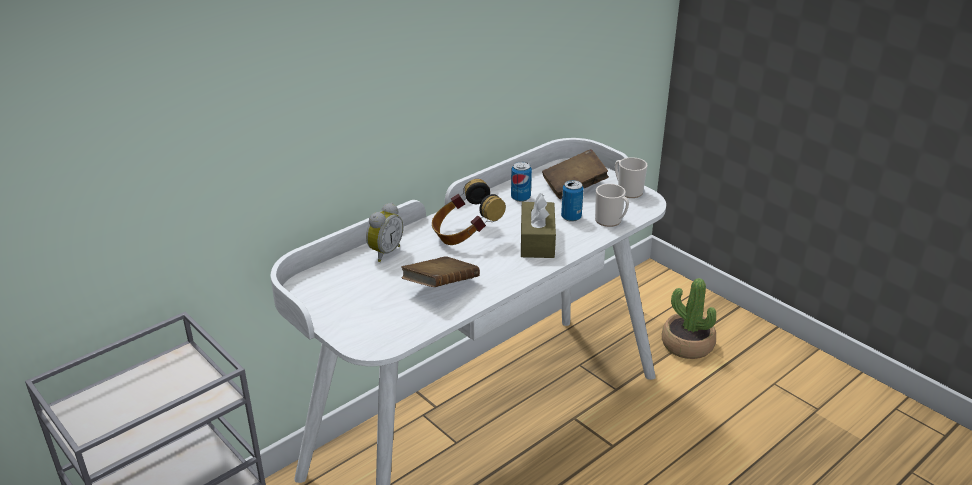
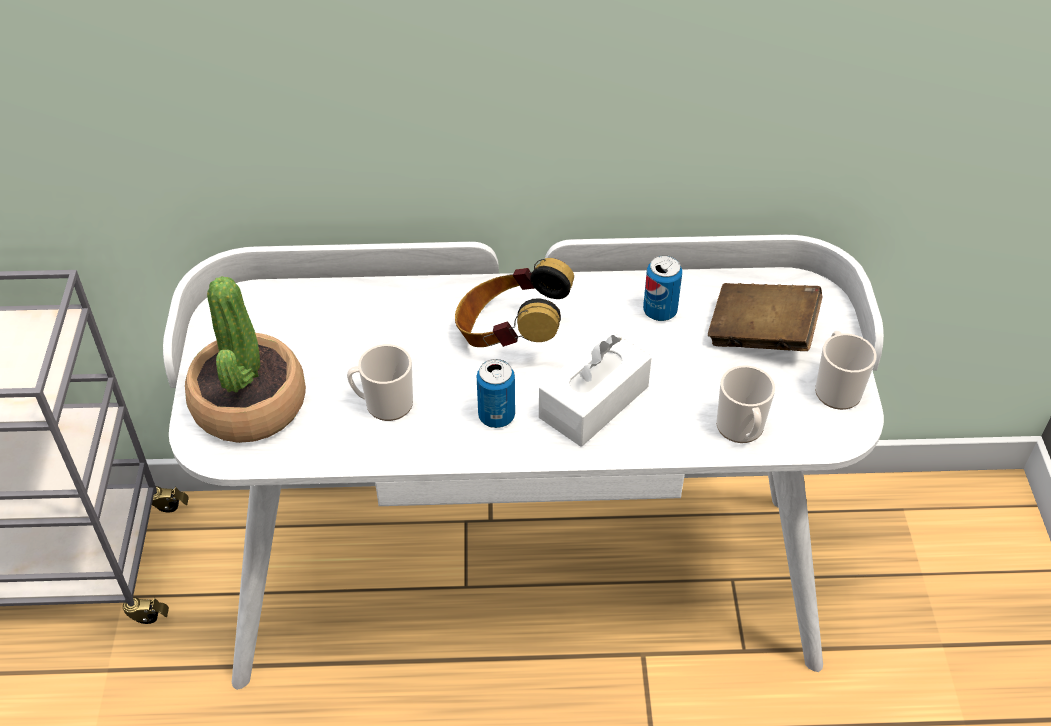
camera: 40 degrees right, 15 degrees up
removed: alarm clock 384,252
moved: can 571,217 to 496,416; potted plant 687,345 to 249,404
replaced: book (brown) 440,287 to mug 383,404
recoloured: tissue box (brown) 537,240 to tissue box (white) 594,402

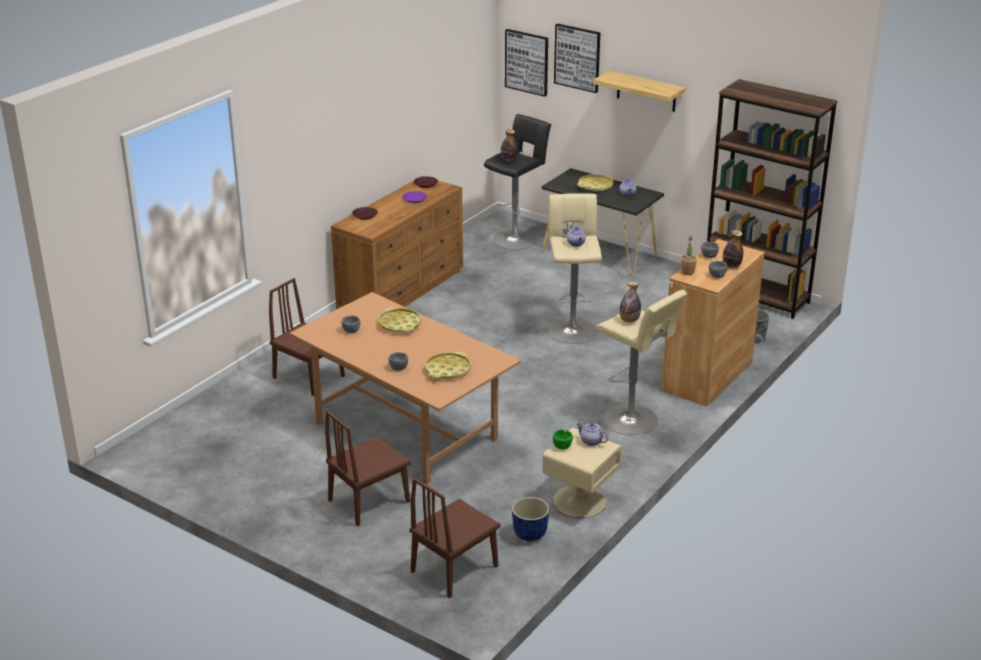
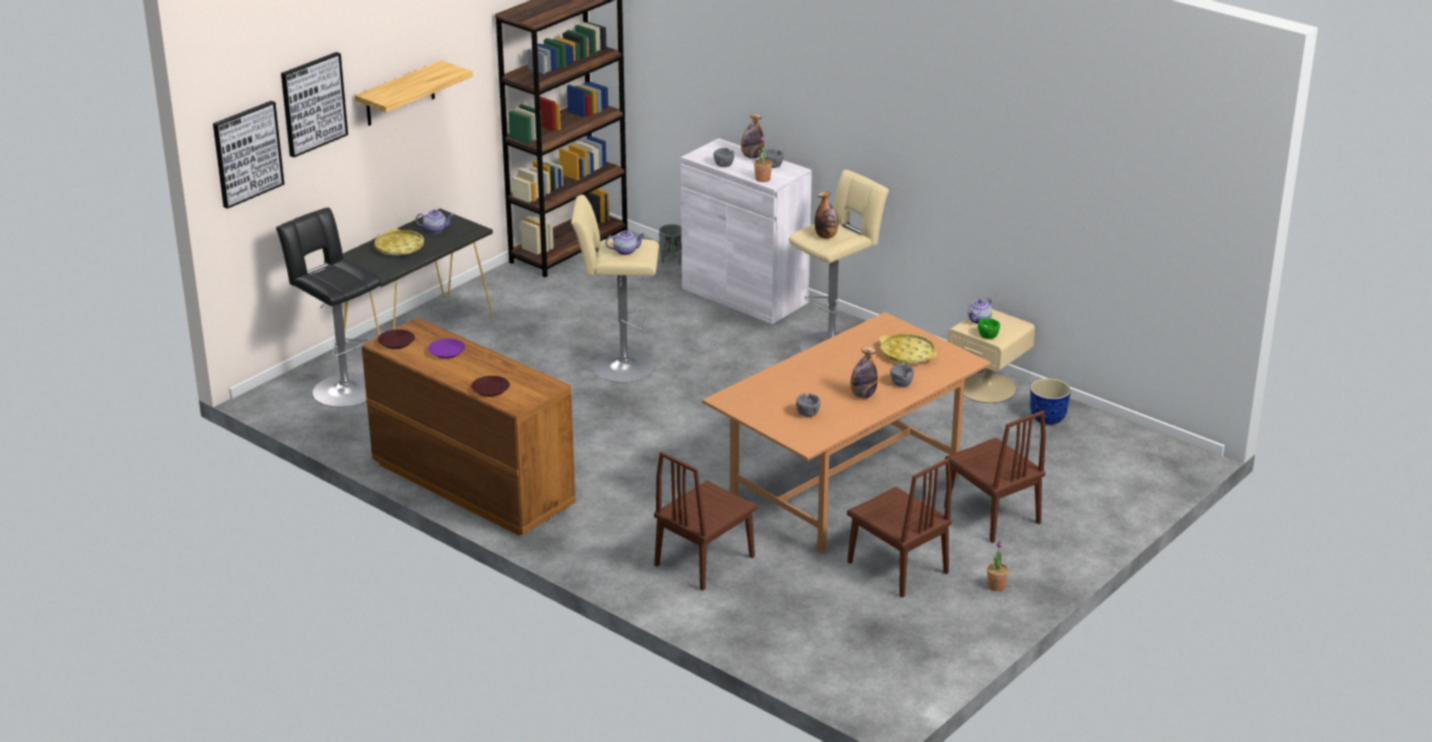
camera: 85 degrees left, 0 degrees up
removed: tray (yellow) 399,324
added: potted plant 996,586
moved: chair (brown) 454,568 to 897,567; bottle 508,160 to 863,395
recoloured: cabinet (brown) 707,376 to cabinet (white) 744,295

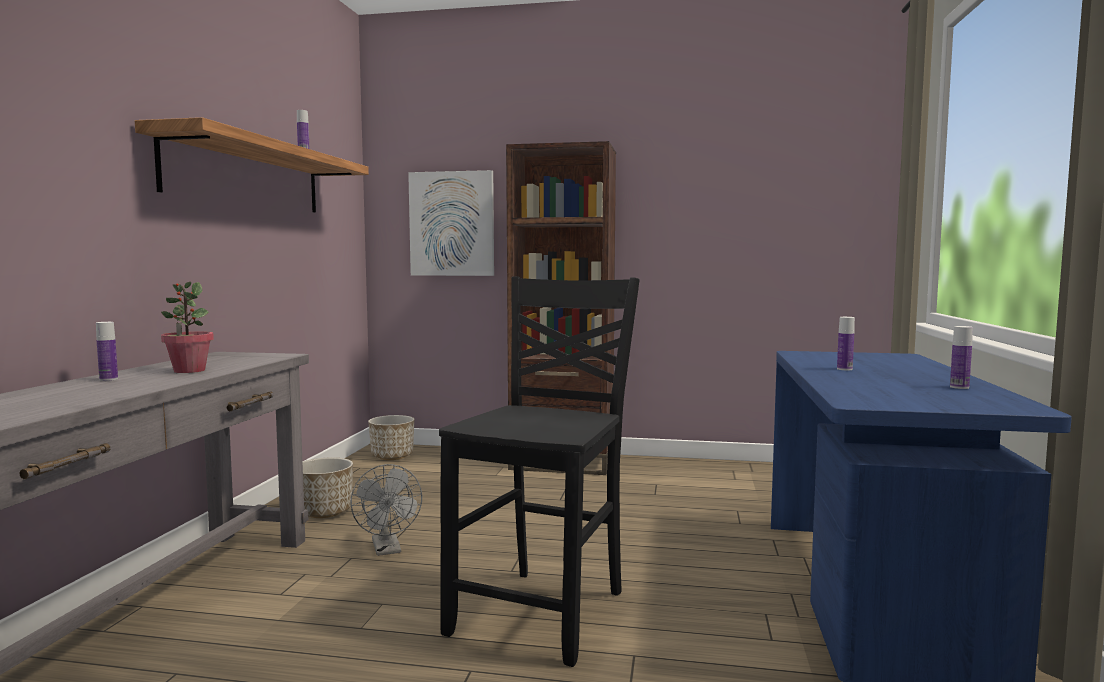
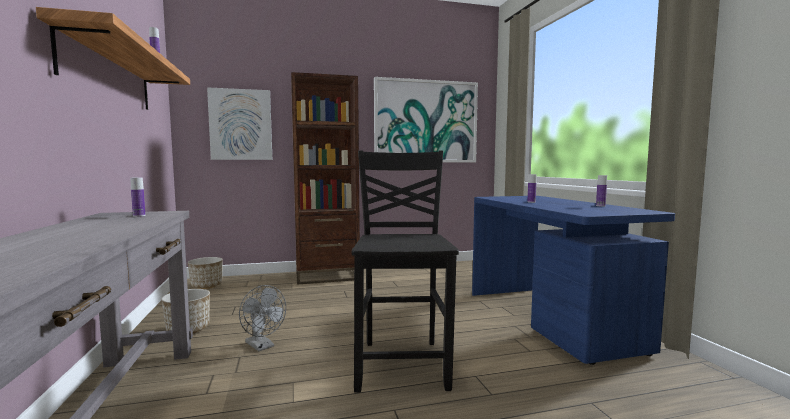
camera: 25 degrees left, 0 degrees up
removed: potted plant 189,370
added: picture 426,122
moved: bottle 108,379 to 139,216

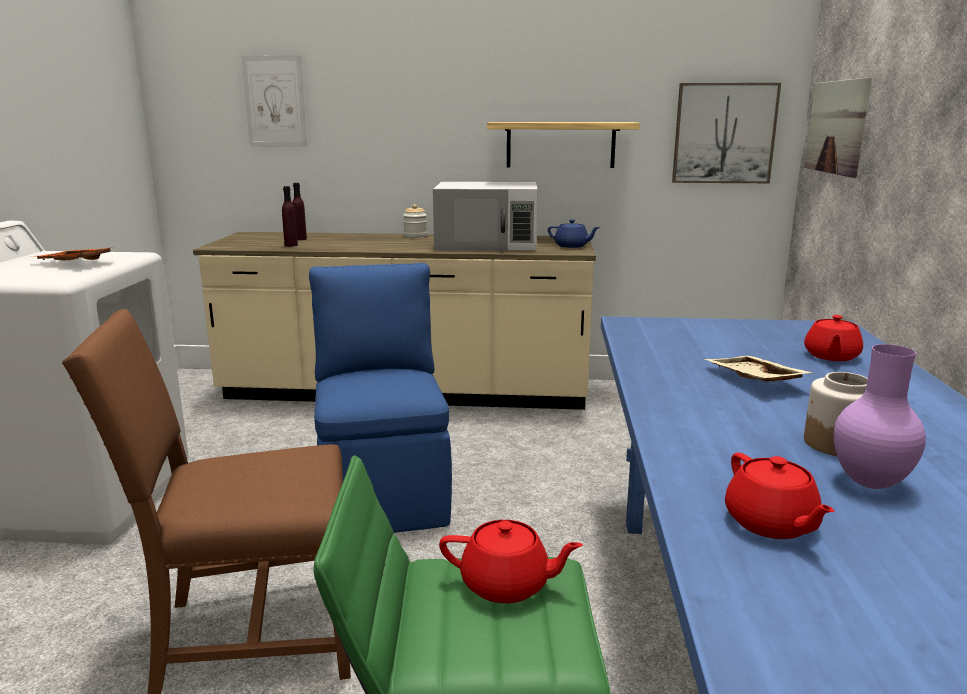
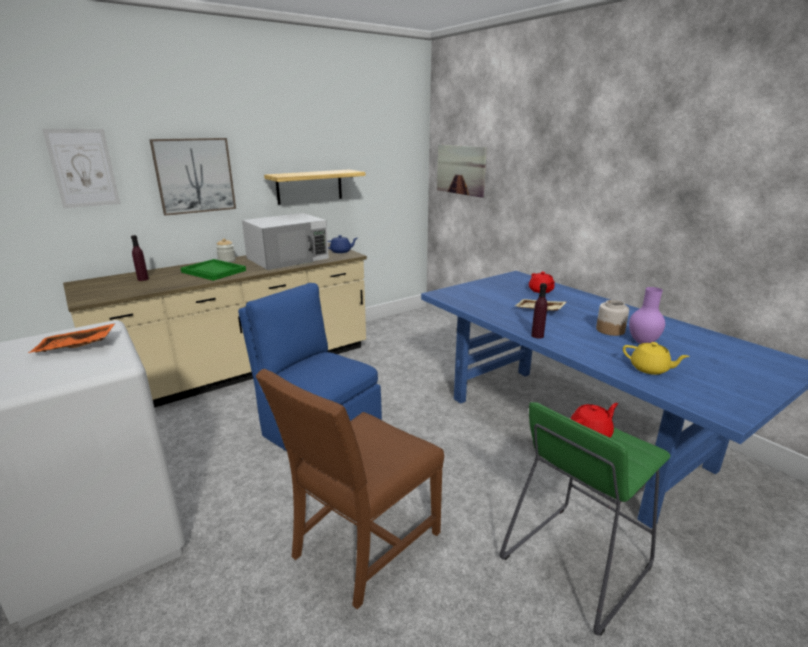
camera: 40 degrees left, 5 degrees up
added: tray (green) 214,271
moved: bottle (purple) 291,245 to 537,335; picture 724,133 to 194,175
recoloured: teapot (red) 771,524 to teapot (yellow) 650,369

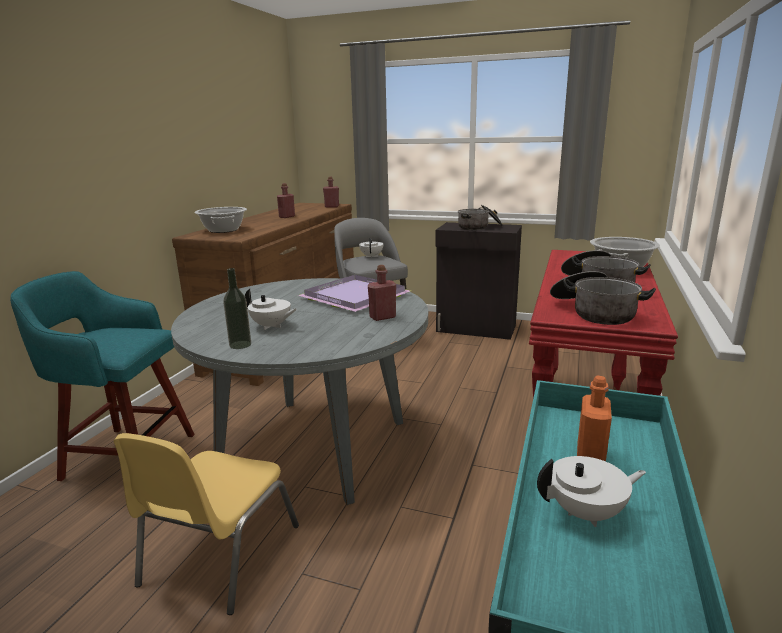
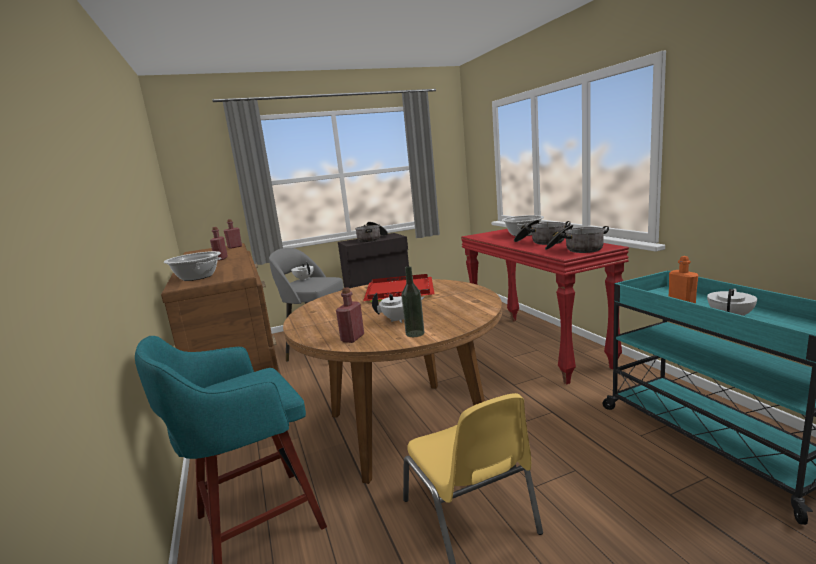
camera: 40 degrees left, 5 degrees down
moved: bottle (red) 382,317 to 352,338
recoloured: dining table (grey) 314,446 to dining table (brown) 406,426; tray (purple) 357,296 to tray (red) 401,290

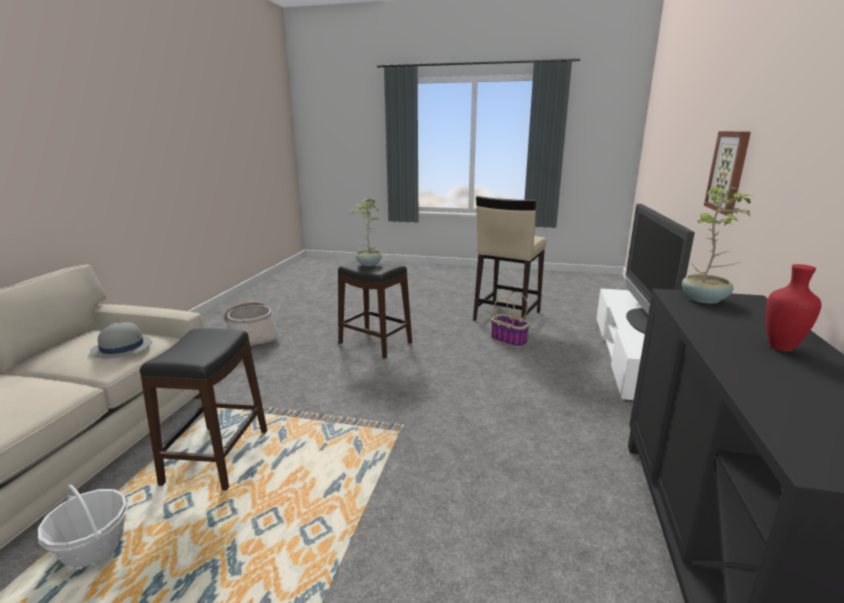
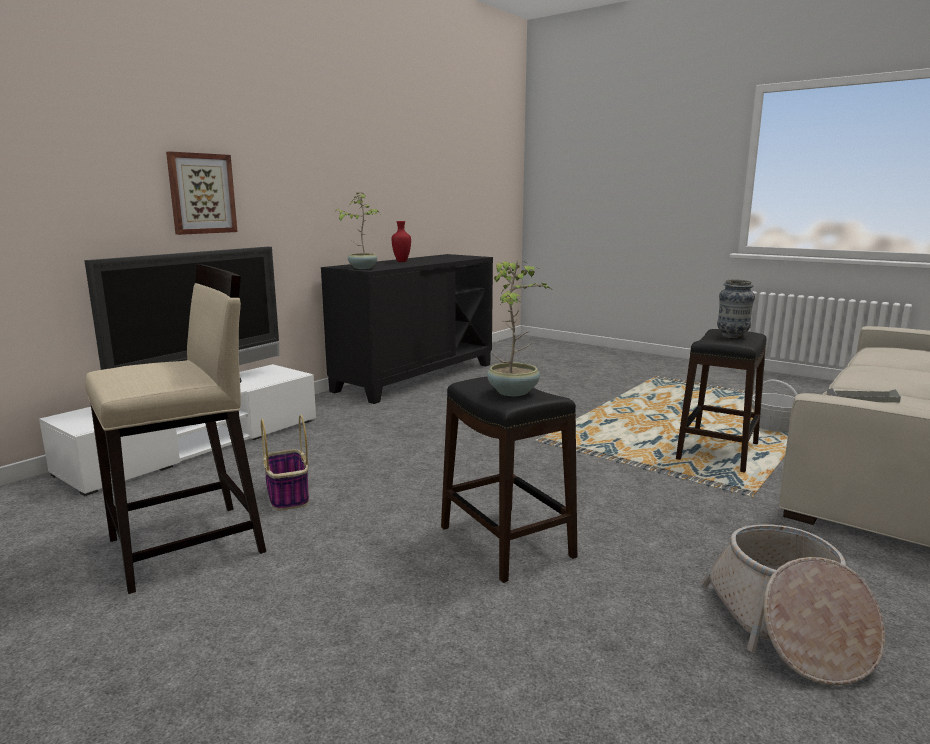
camera: 155 degrees left, 5 degrees down
added: vase 732,336
replaced: hat (grey) 121,348 to tray (grey) 862,399

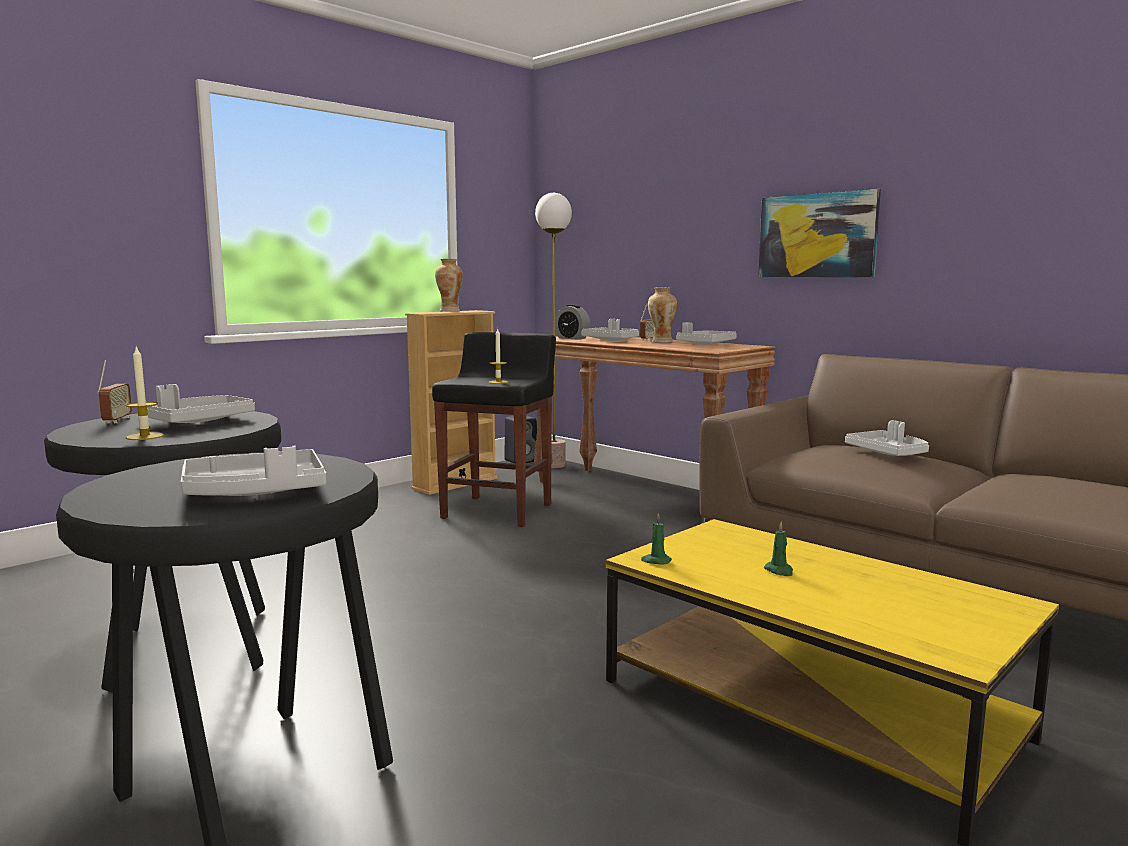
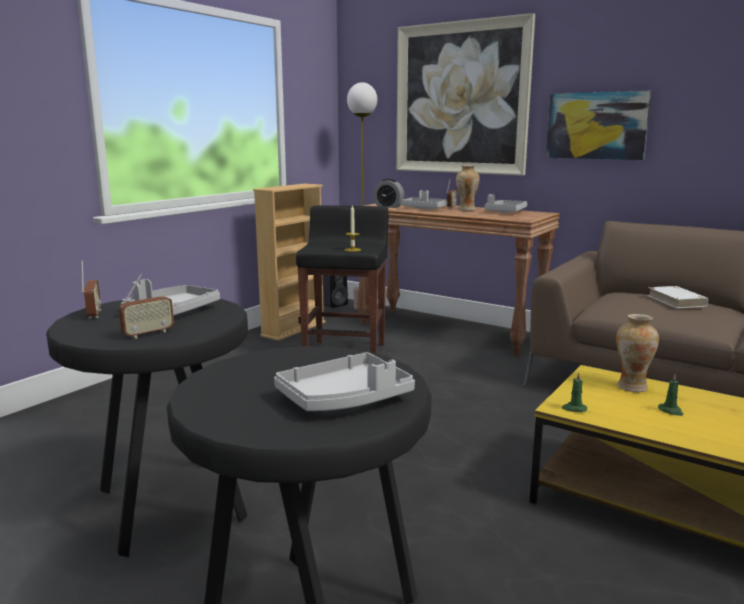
camera: 10 degrees left, 5 degrees up
added: picture 461,99
moved: vase 450,311 to 631,386
replaced: candle 145,436 to radio 148,334; tray (grey) 888,453 to book (white) 676,301

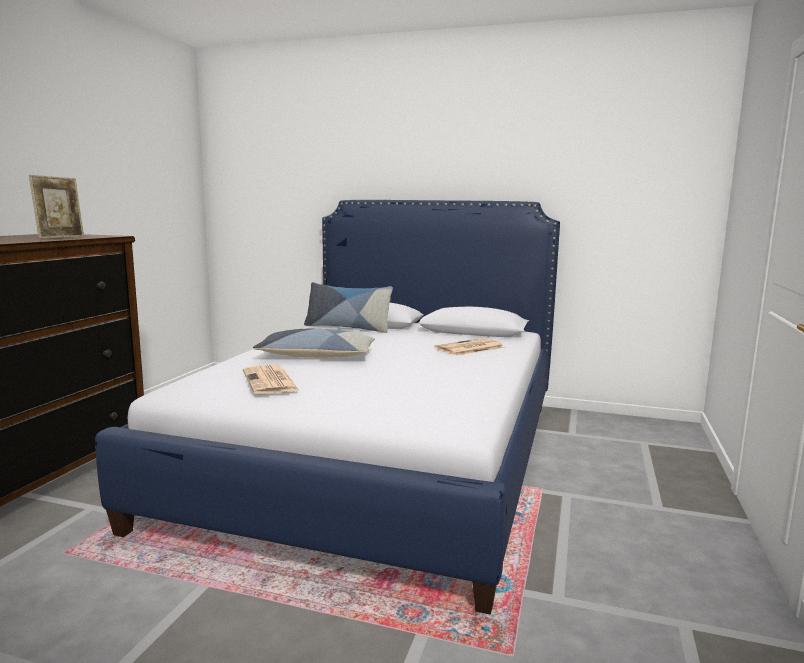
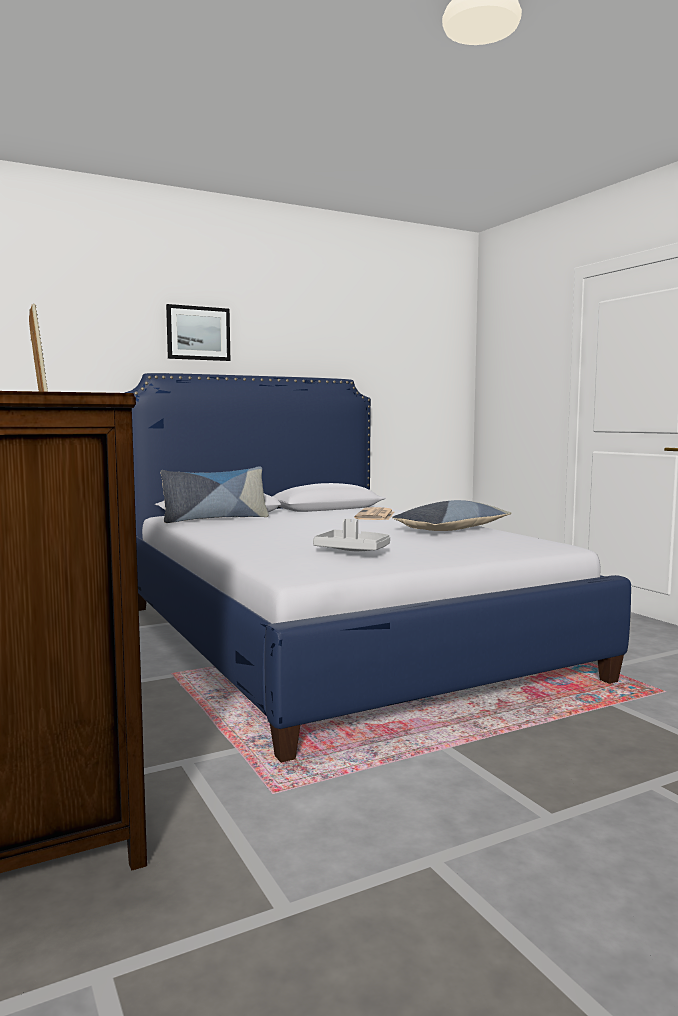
camera: 45 degrees left, 5 degrees down
added: picture 198,333
moved: pillow 316,356 to 452,529
replaced: newspaper 270,381 to tray (grey) 353,550

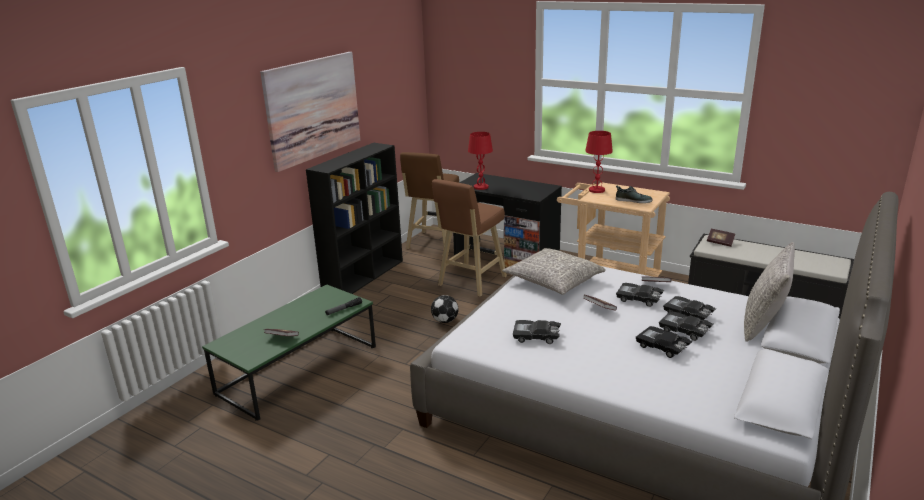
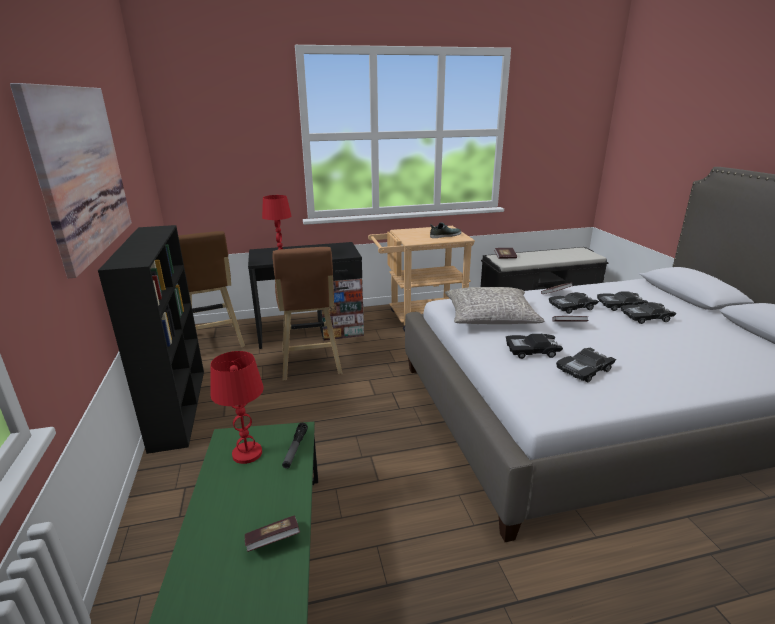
camera: 45 degrees left, 0 degrees up
removed: football 445,320; pillow (grey) 763,324
moved: table lamp (red) 596,190 to 247,454; toy car (black) 662,347 to 532,351

